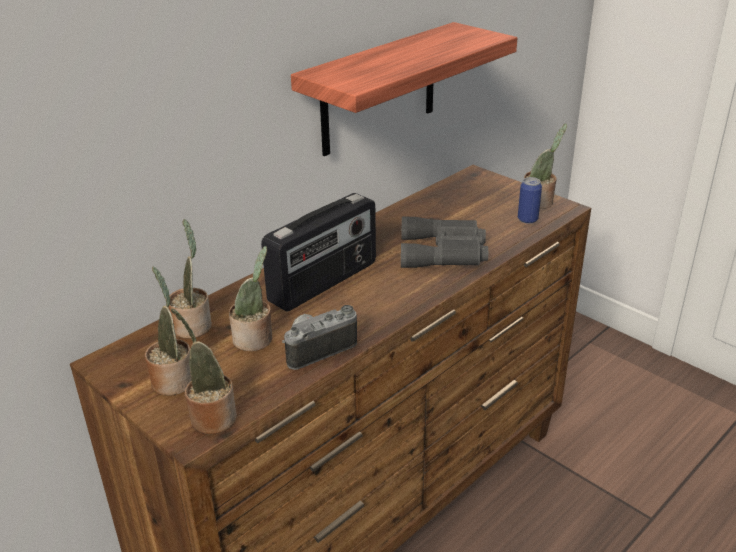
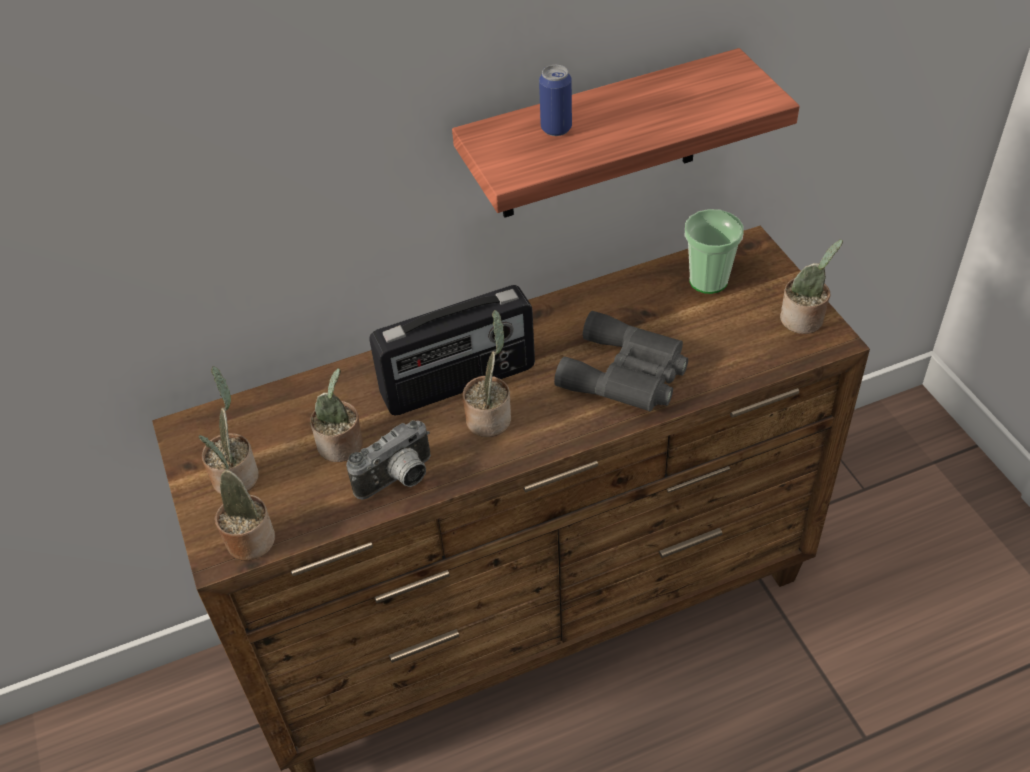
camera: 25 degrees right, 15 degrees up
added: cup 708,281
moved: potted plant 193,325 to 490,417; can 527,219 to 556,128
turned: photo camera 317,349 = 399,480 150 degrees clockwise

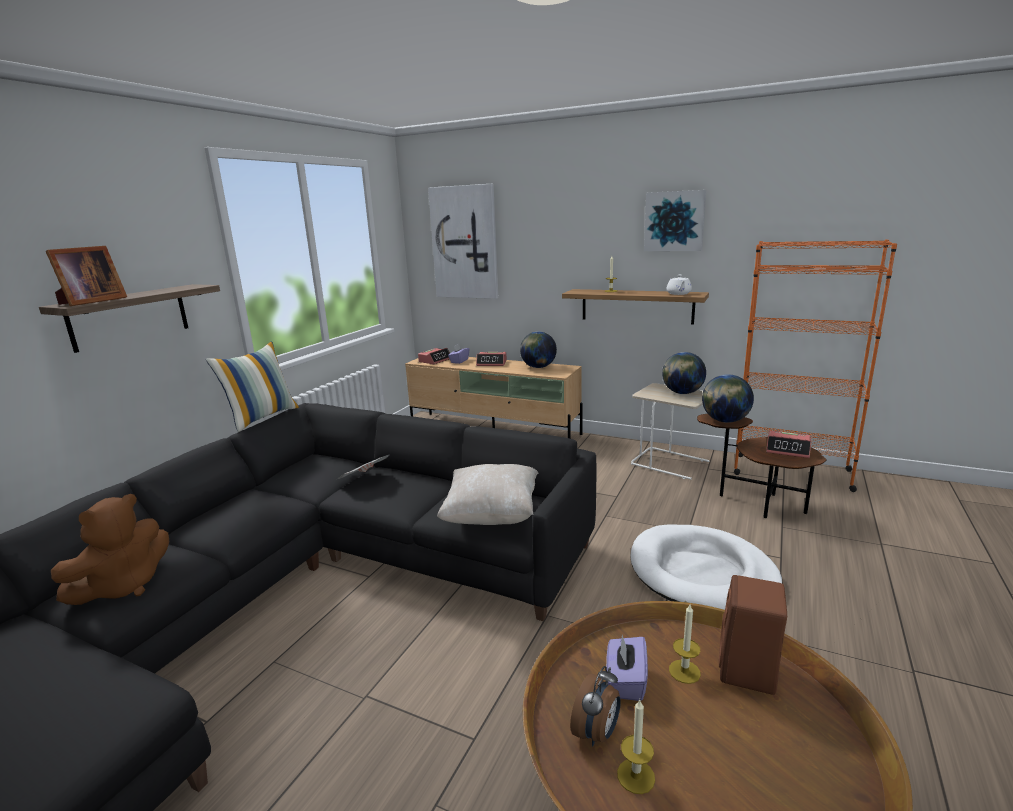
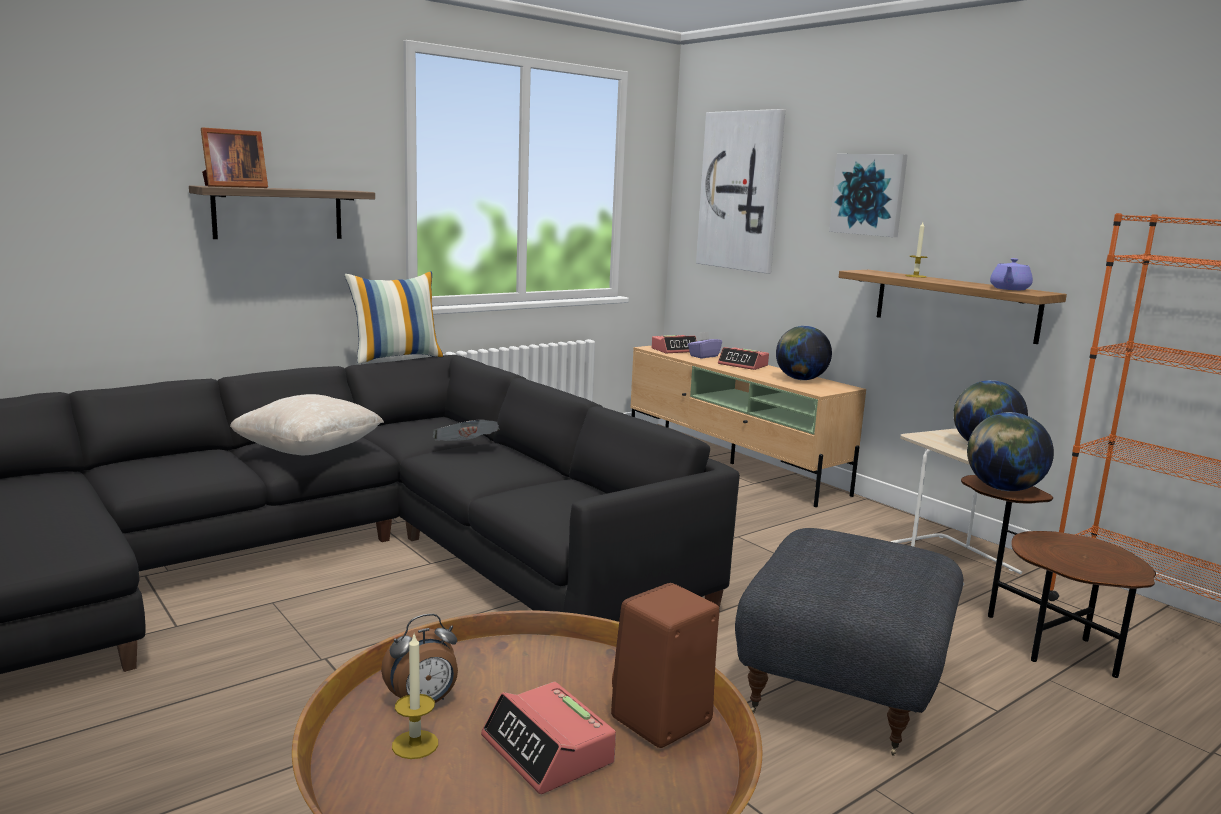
camera: 25 degrees right, 5 degrees down
removed: plush toy (brown) 124,586; tissue box (purple) 625,681; candle 684,671
moved: pillow (beige) 491,515 to 308,452; picture 674,221 to 868,194; alarm clock 788,450 to 548,751
replaced: dog bed (white) 702,573 to ottoman (grey) 845,688
recoloured: teapot (white) 678,294 to teapot (purple) 1009,289

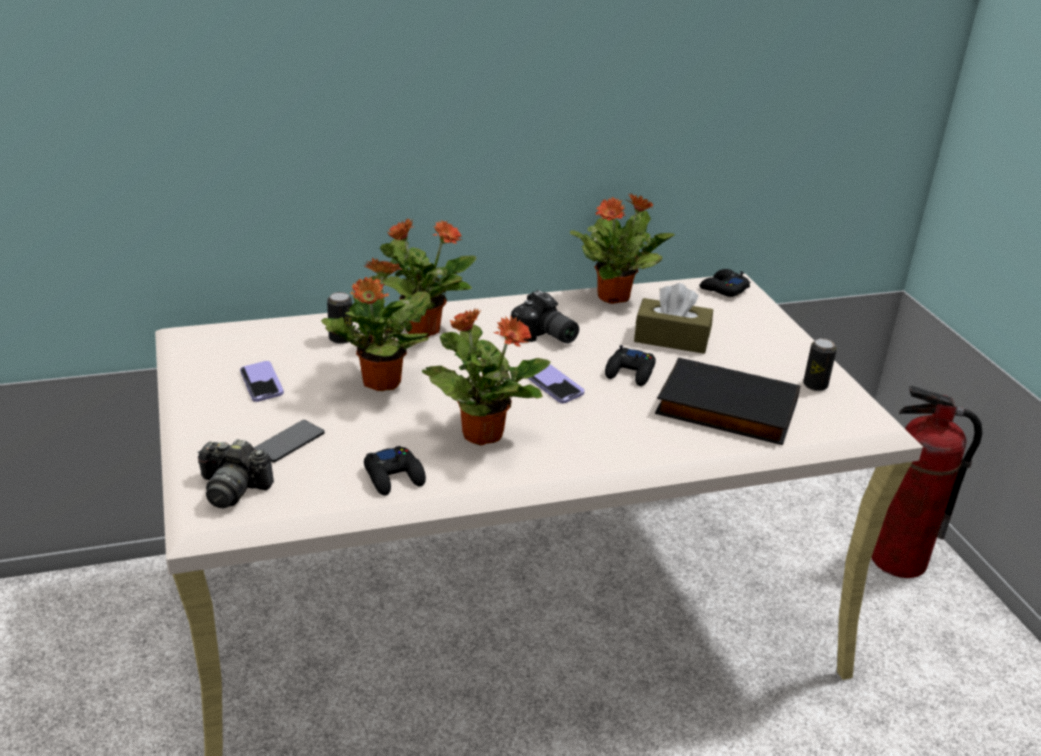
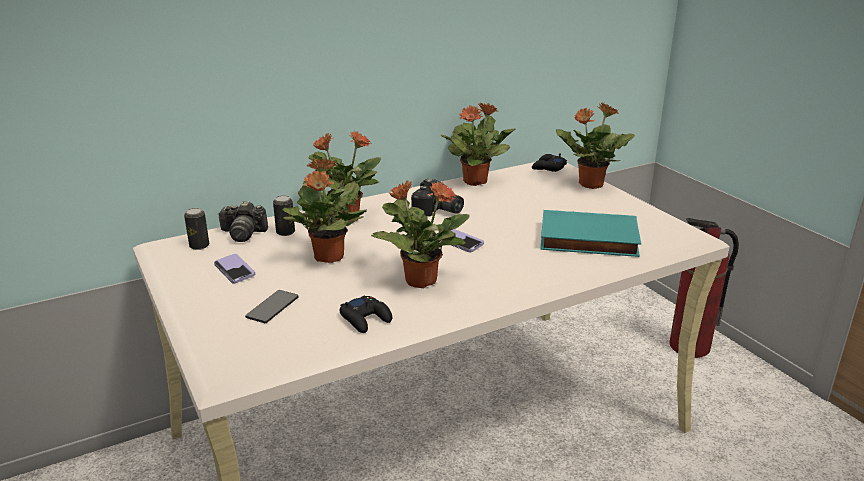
camera: 10 degrees left, 5 degrees down
removed: game controller (black) 630,372; tissue box (brown) 671,339
added: potted plant 589,184
moved: photo camera 233,489 to 243,234; can 815,385 to 199,246
recoloured: book (black) 725,410 to book (turquoise) 588,240

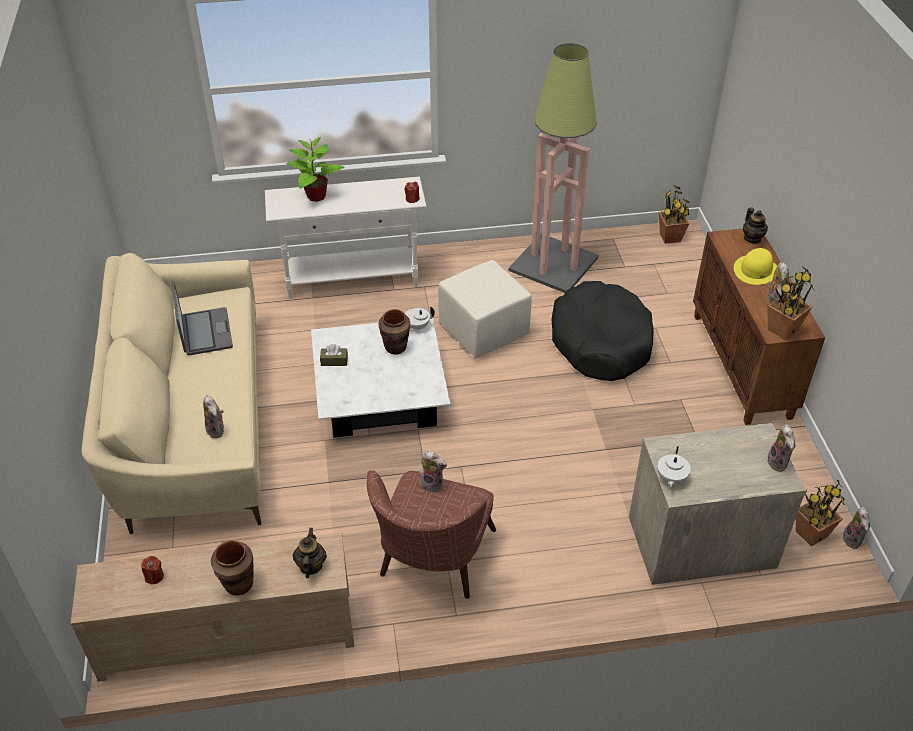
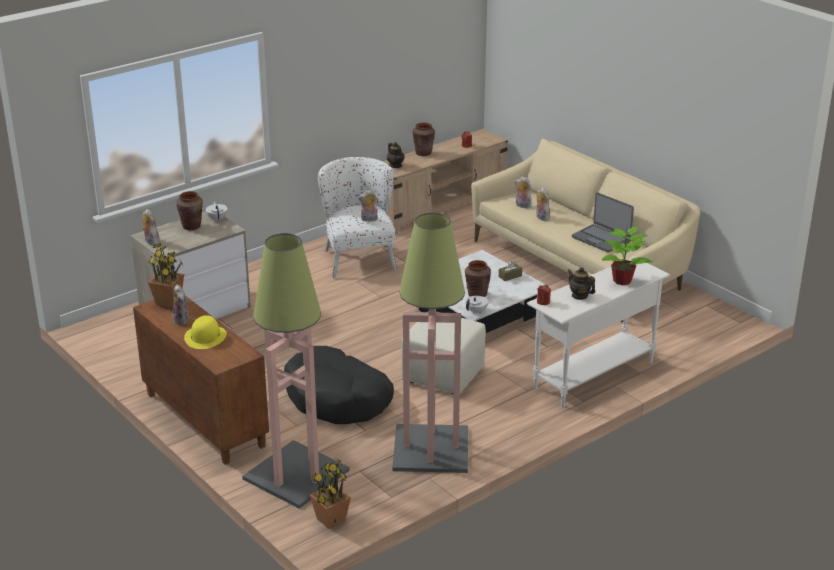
camera: 150 degrees right, 15 degrees down
removed: potted plant 811,534
added: vase (brown) 191,226; floor lamp 294,475
moved: teapot 752,238 to 579,296; plush toy 853,540 to 541,217
recoloured: armchair (brown) 432,563 to armchair (white) 358,256

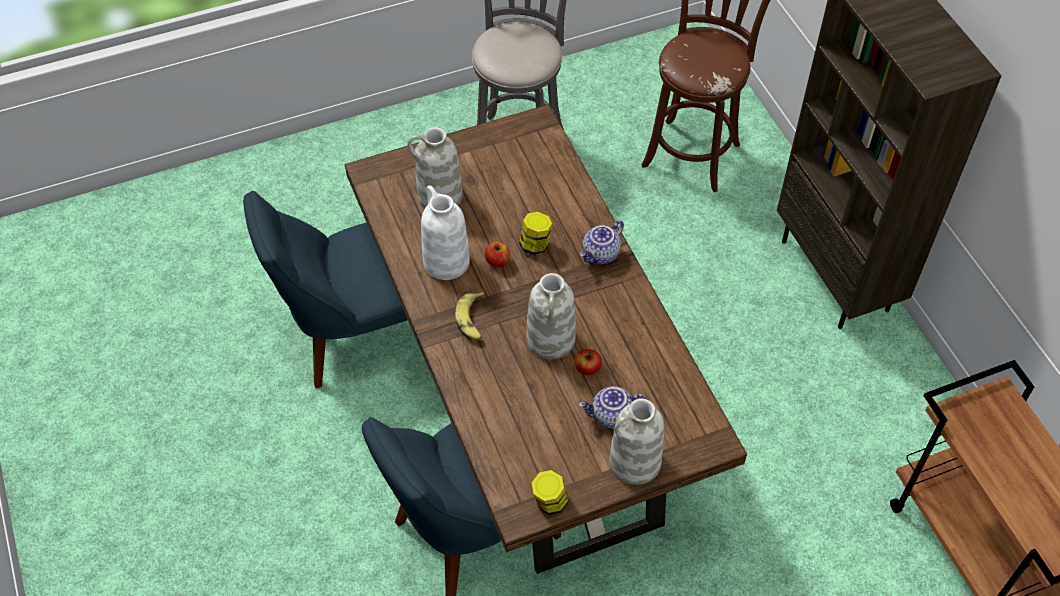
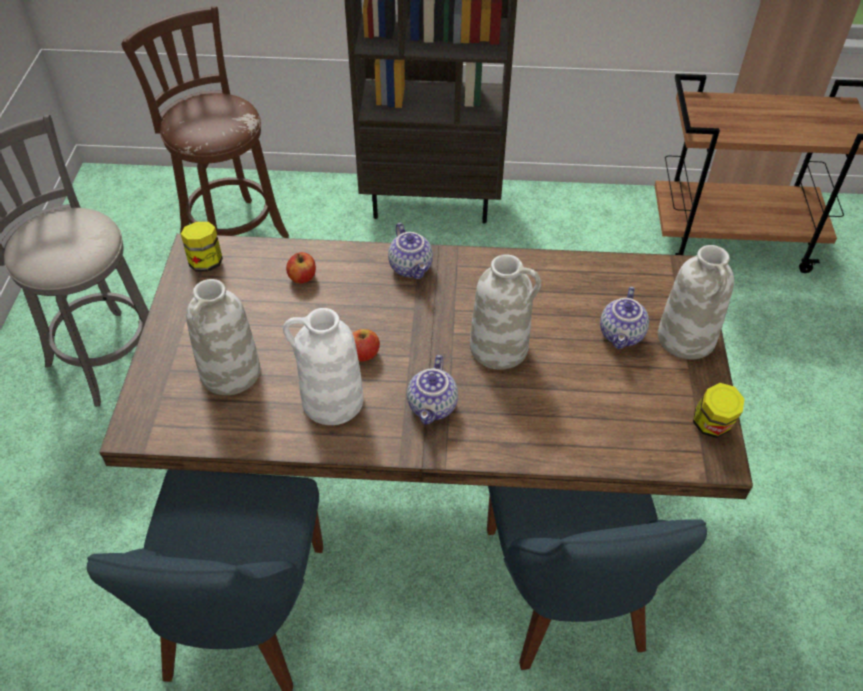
camera: 65 degrees left, 5 degrees down
moved: jar 535,245 to 206,262; apple 587,368 to 302,277
replaced: banana 472,321 to teapot 433,407

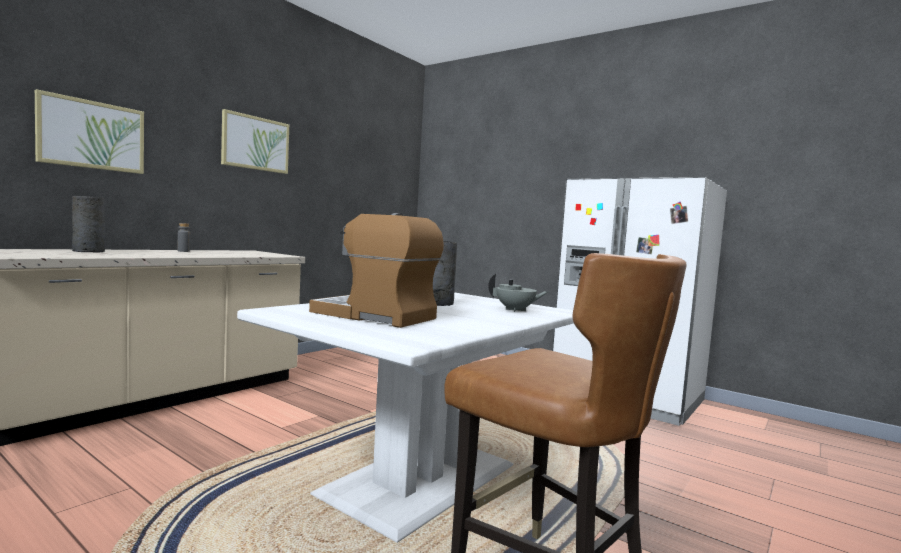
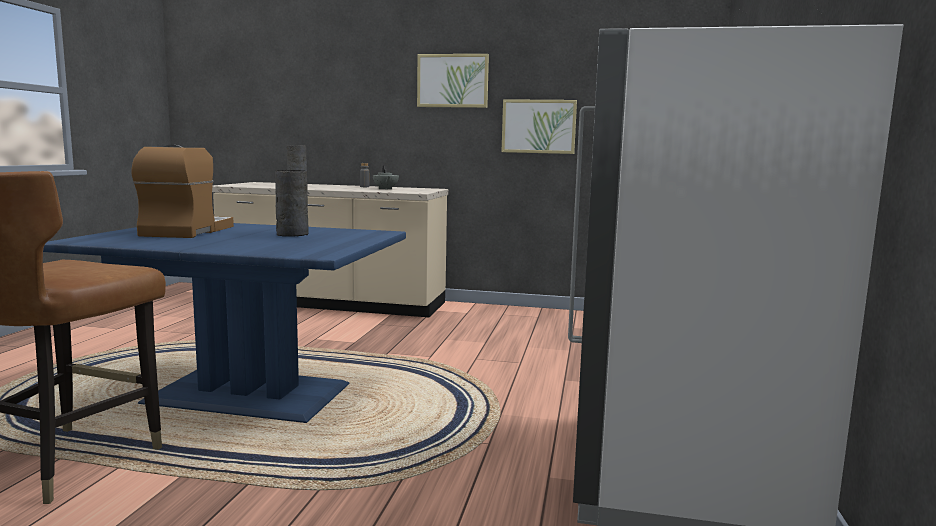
camera: 65 degrees right, 5 degrees up
moved: picture 92,135 to 538,126; teapot (grey) 515,310 to 385,189
recoloured: dining table (white) 422,480 to dining table (blue) 248,395

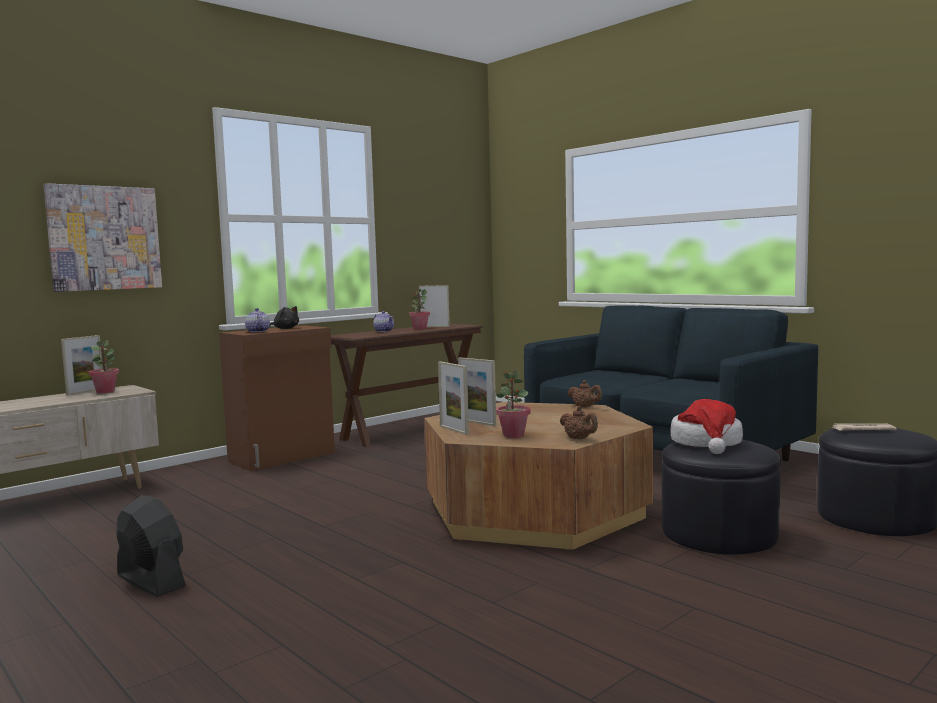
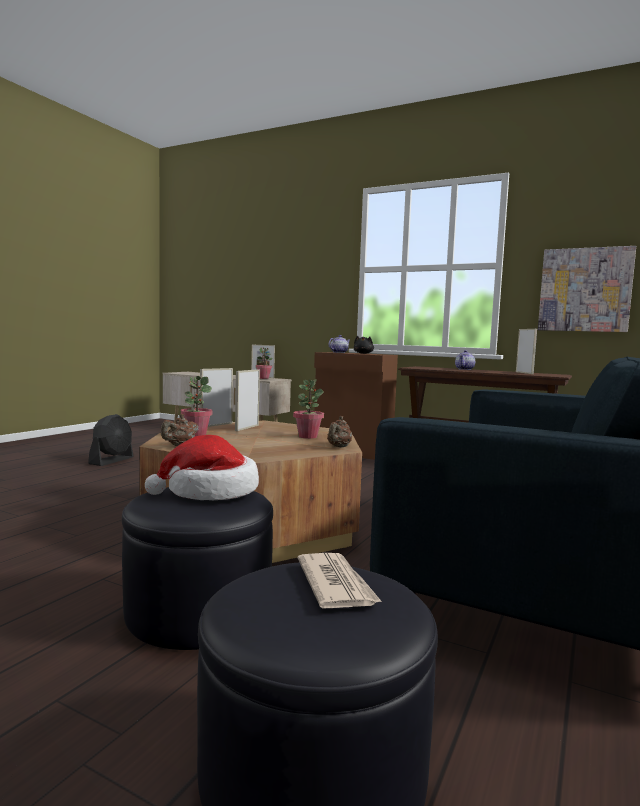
camera: 70 degrees right, 0 degrees up
moved: picture 104,238 to 585,290; potted plant 419,329 to 308,436

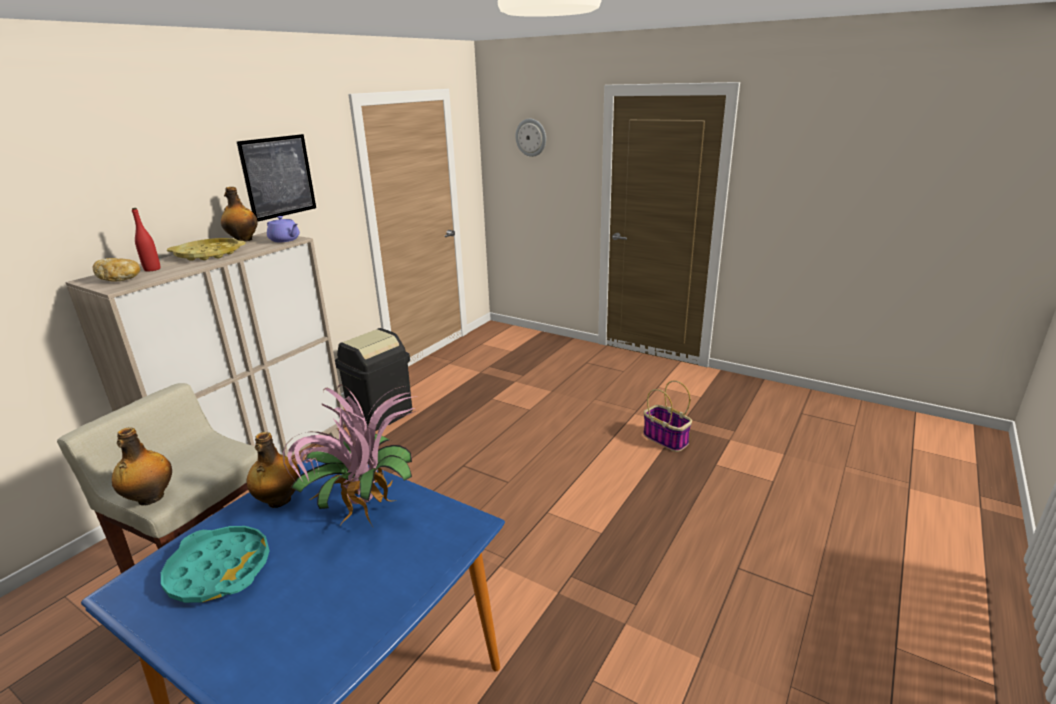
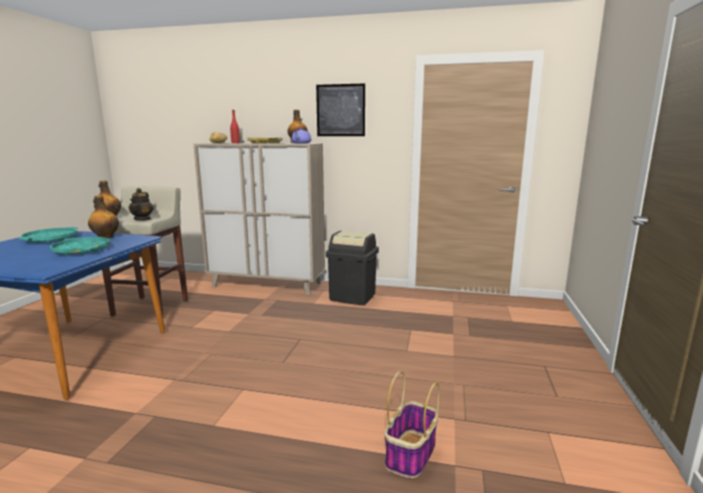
camera: 70 degrees right, 10 degrees down
removed: wall clock 531,137
added: teapot 142,219
replaced: potted plant 363,511 to tray (turquoise) 82,250

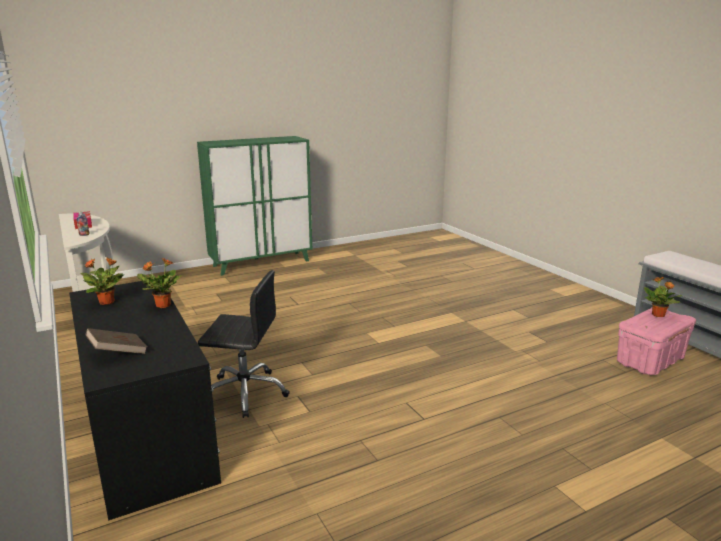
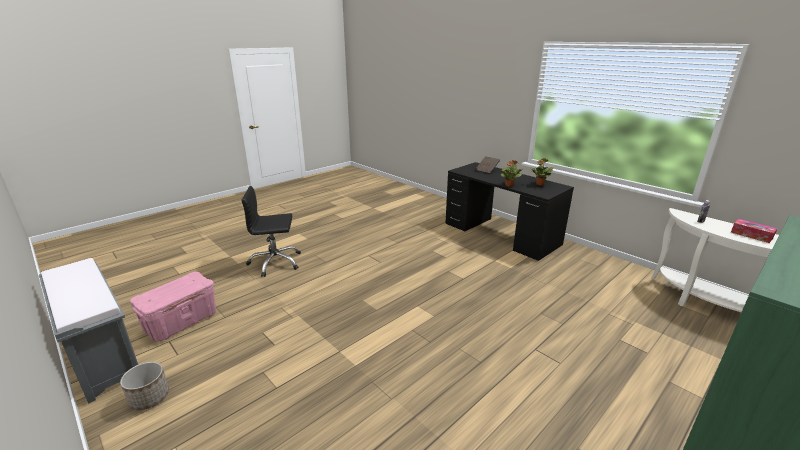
camera: 165 degrees right, 5 degrees up
removed: potted plant 658,315
added: planter 149,397
moved: office chair (black) 245,393 to 275,262

